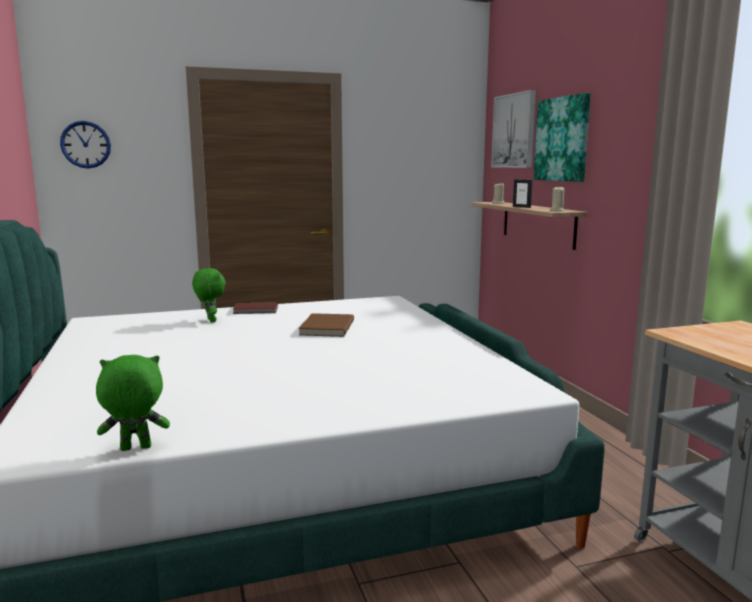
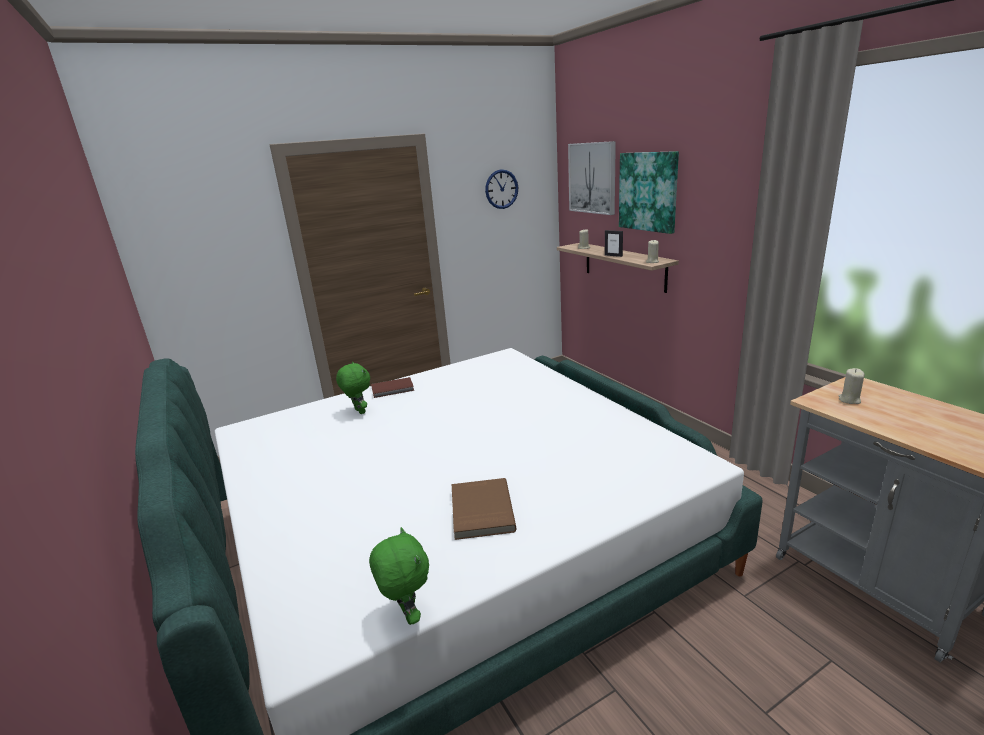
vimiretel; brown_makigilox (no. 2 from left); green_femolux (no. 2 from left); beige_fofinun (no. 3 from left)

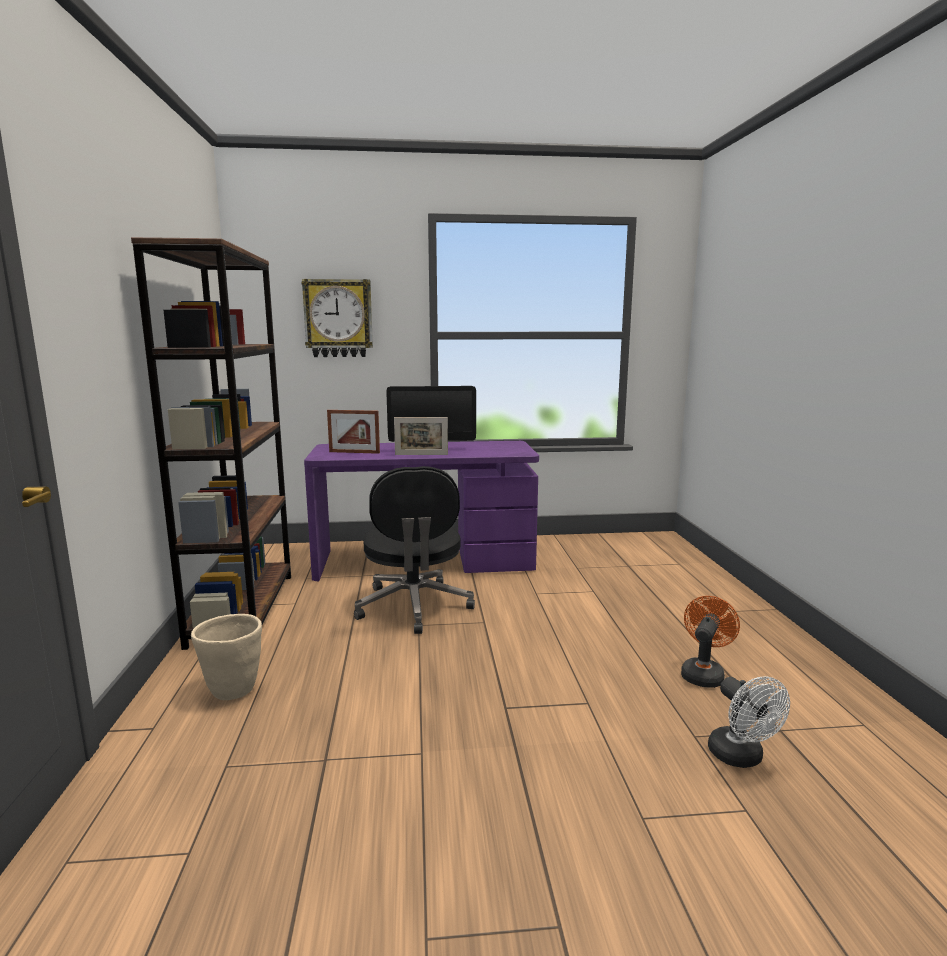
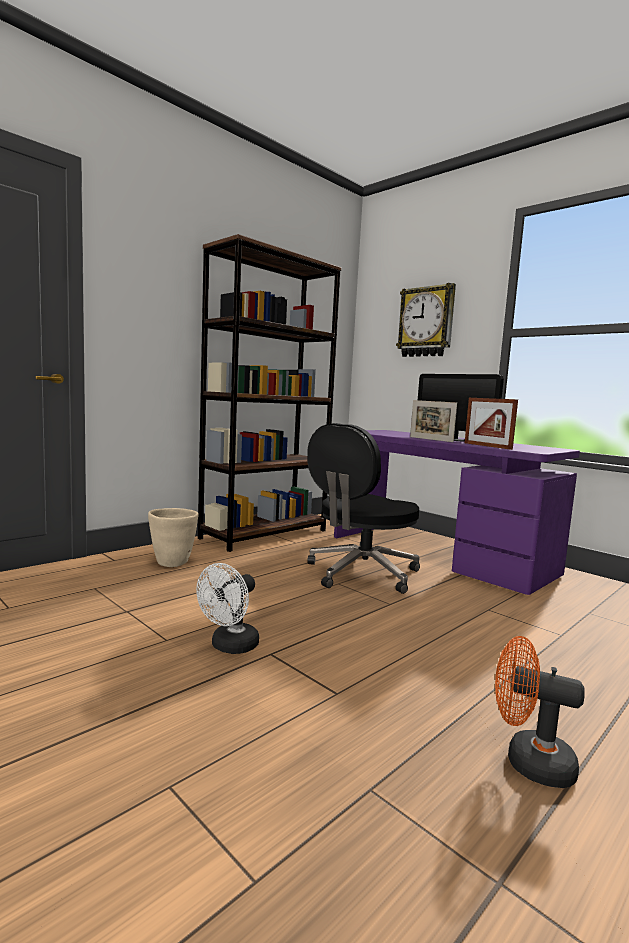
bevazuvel (no. 2 from left); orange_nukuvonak; white_nukuvonak

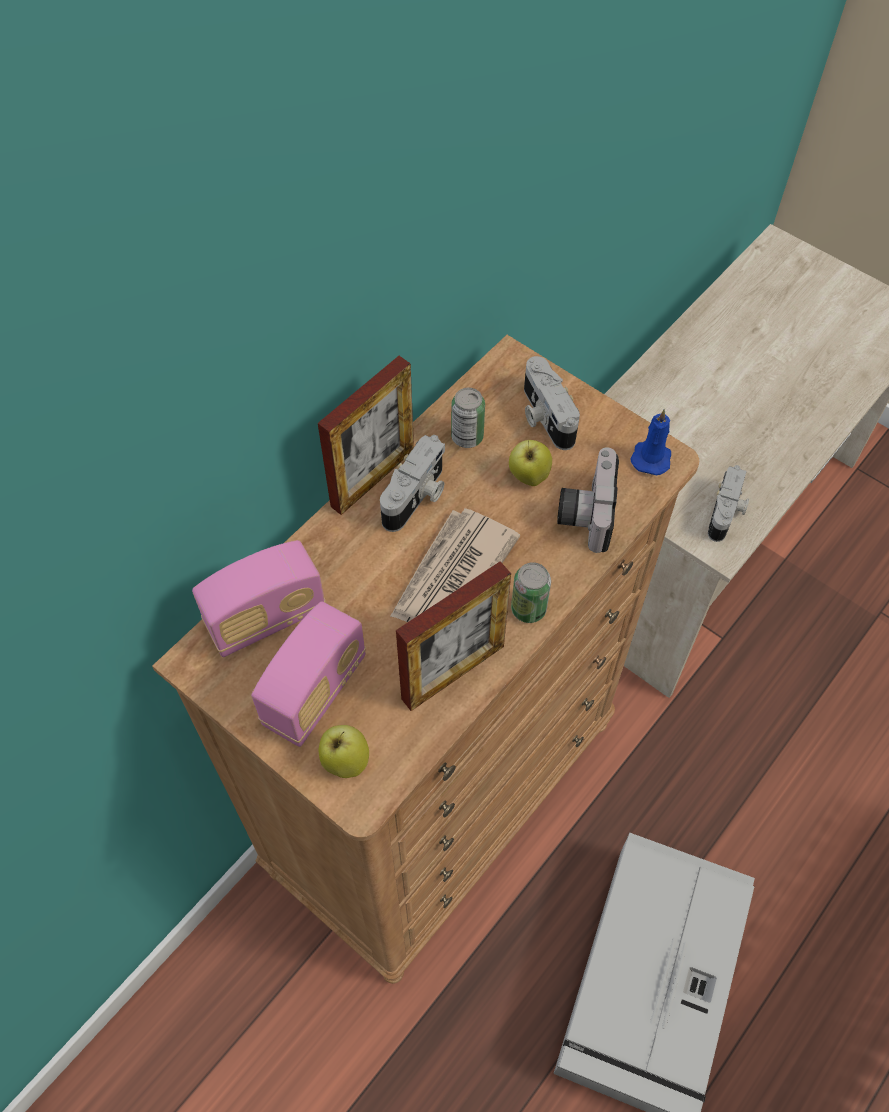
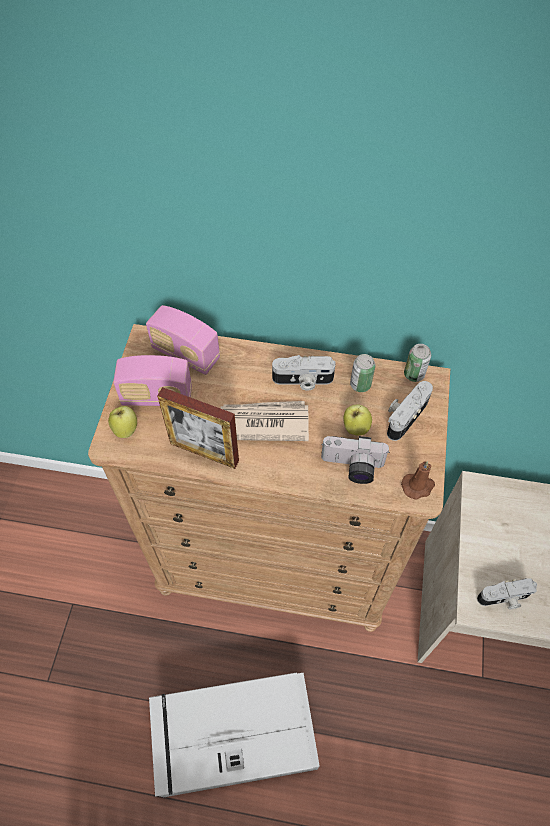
bevazuvel (no. 1 from left in the first image); brown_fofinun; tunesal (no. 2 from left); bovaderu (no. 2 from left)

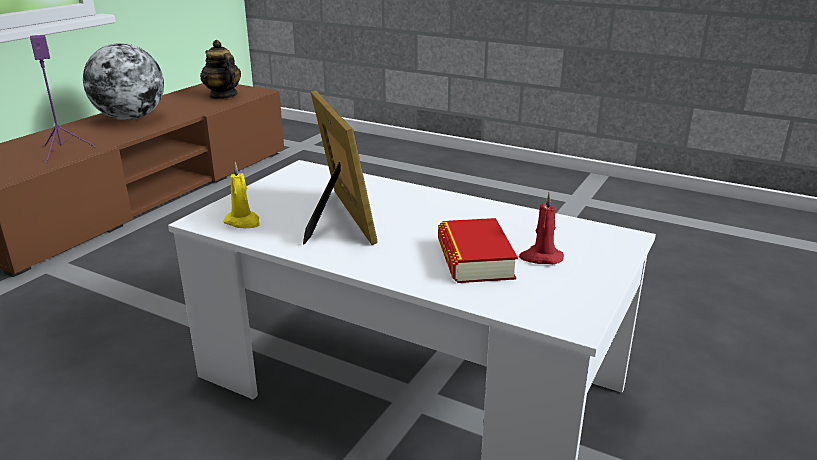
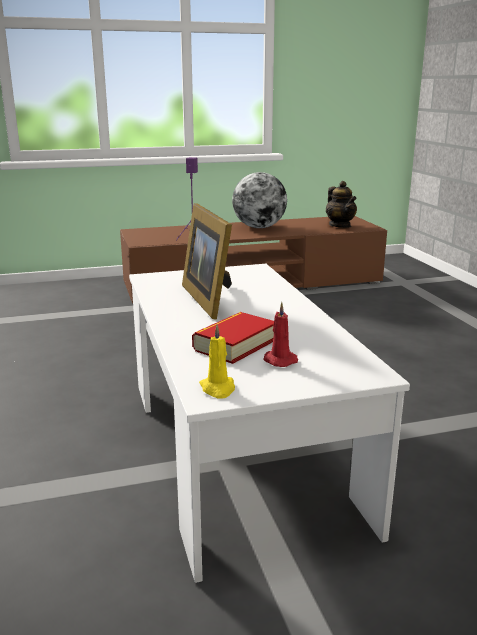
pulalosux; bevazuvel; yellow_fofinun

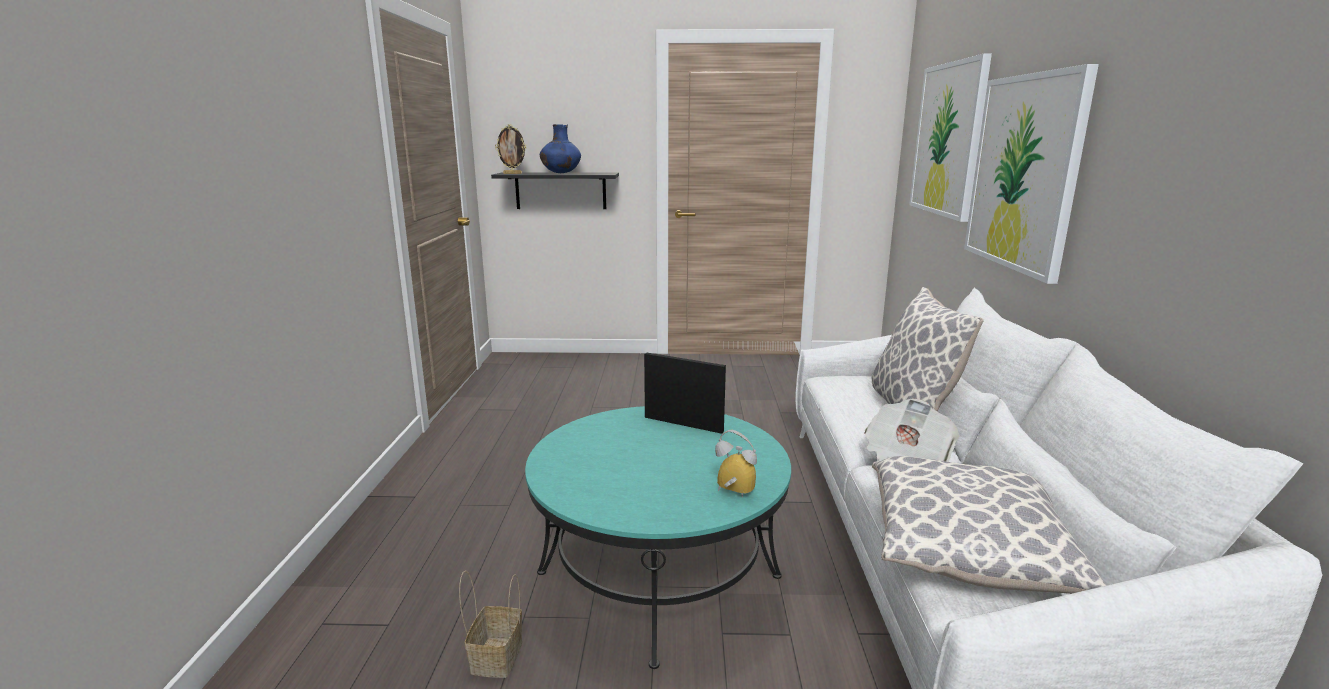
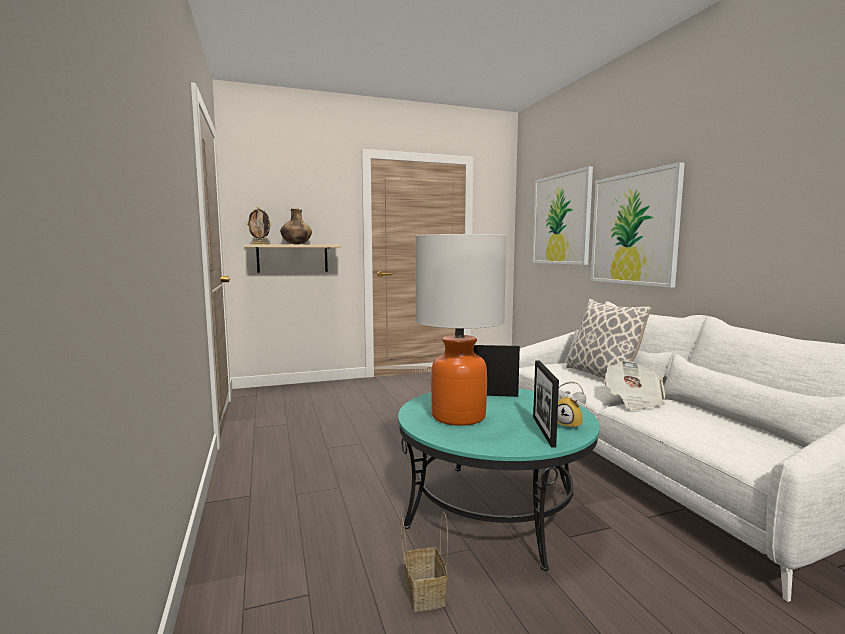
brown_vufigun; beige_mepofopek; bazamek; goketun (no. 2 from left in the first image); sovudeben; bevazuvel (no. 3 from left)

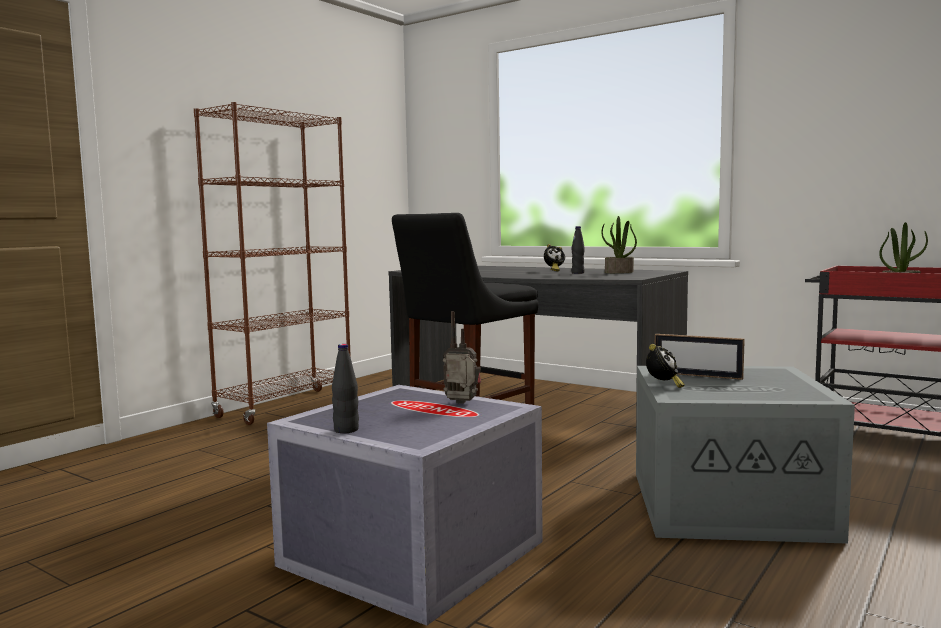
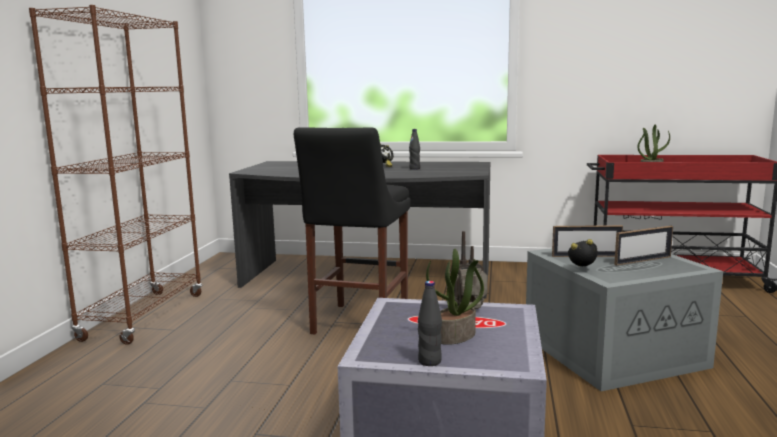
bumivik (no. 1 from left); bazamek (no. 2 from left); bevazuvel (no. 2 from left)

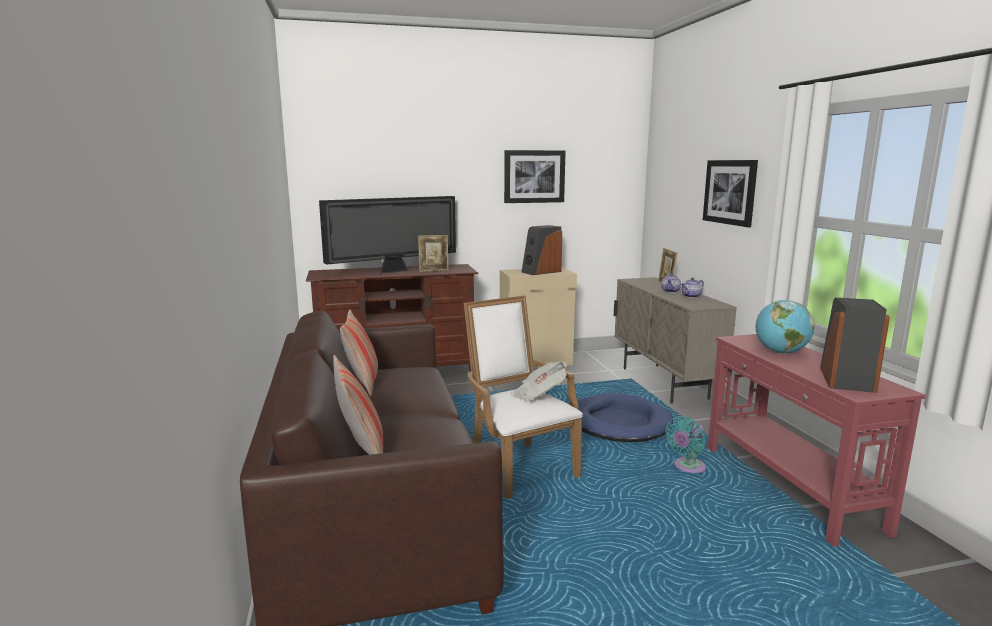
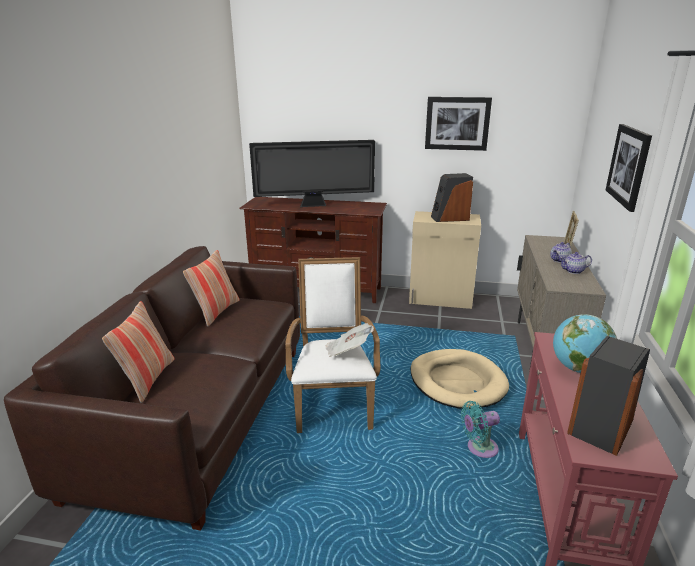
bevazuvel (no. 1 from left in the first image); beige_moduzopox

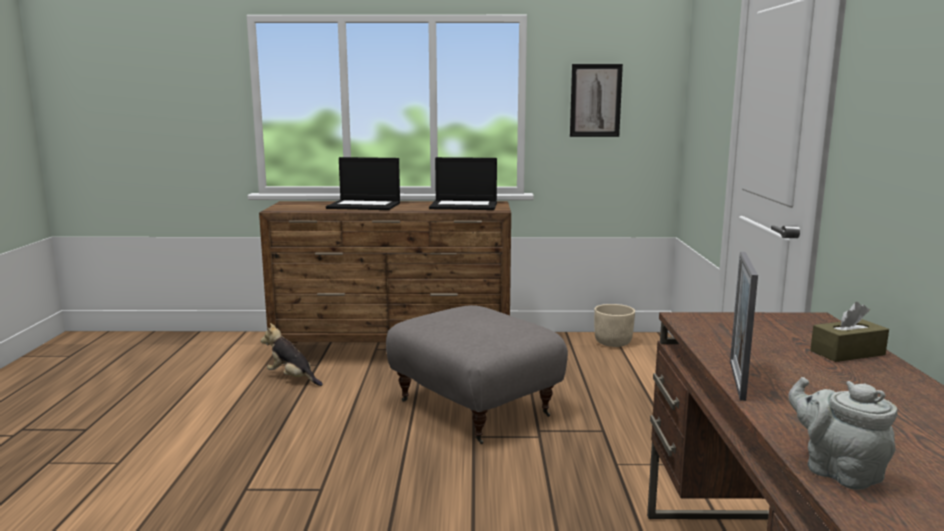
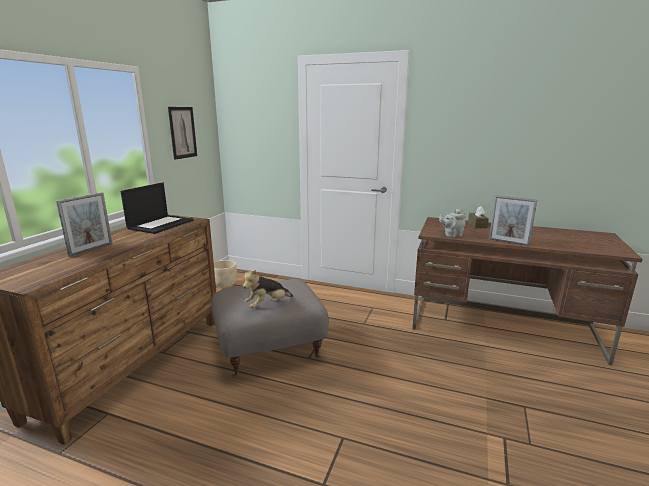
bevazuvel (no. 1 from left); femolux; grey_pulalosux

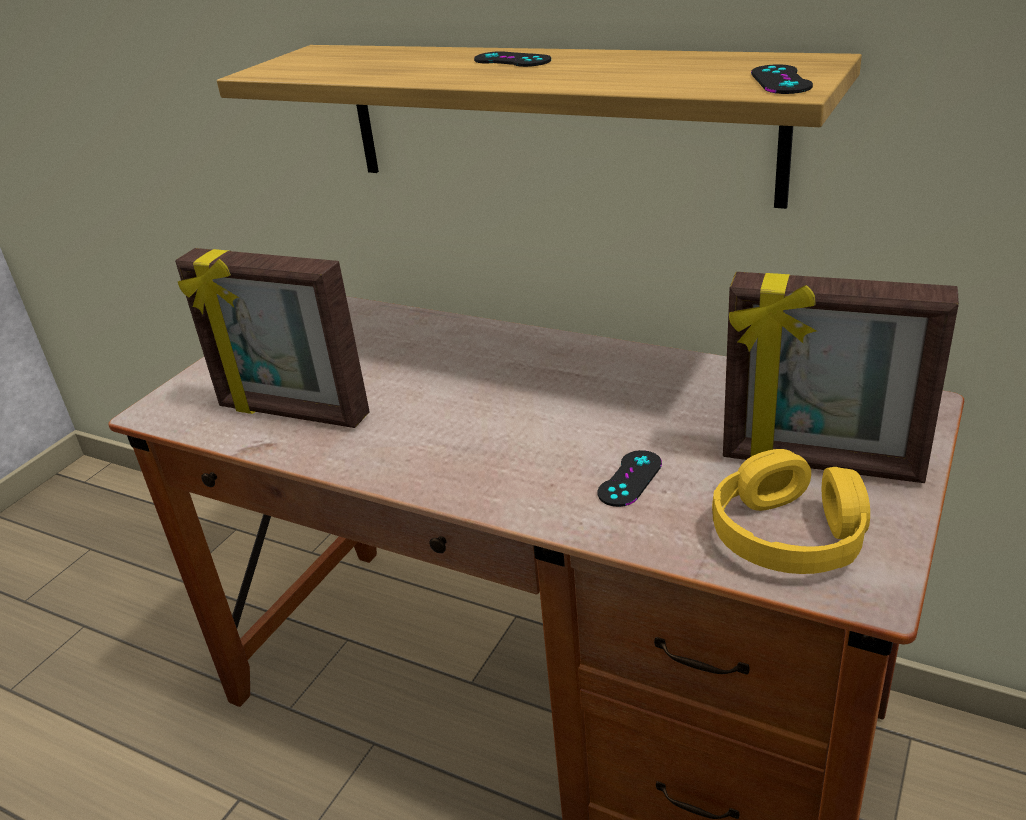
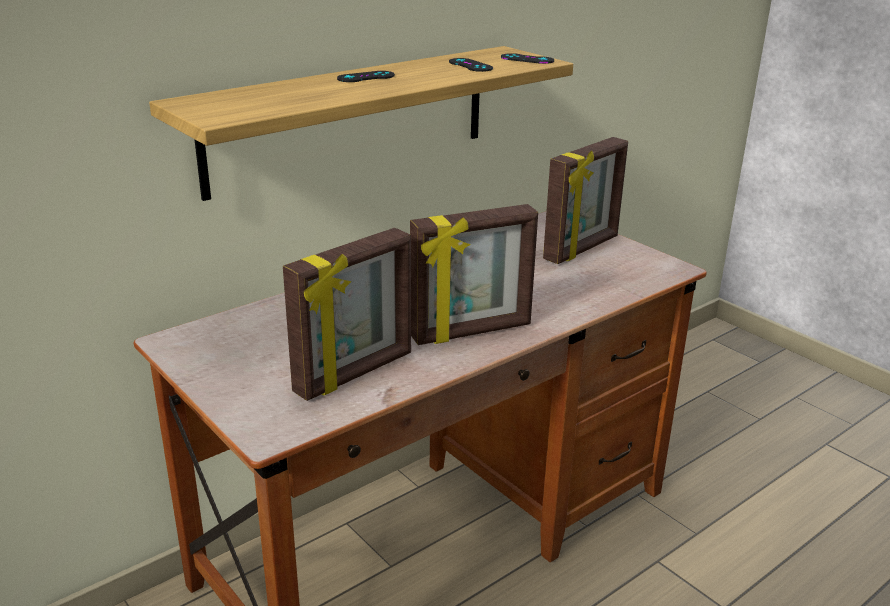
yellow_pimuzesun; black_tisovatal (no. 2 from left); bevazuvel (no. 2 from left)

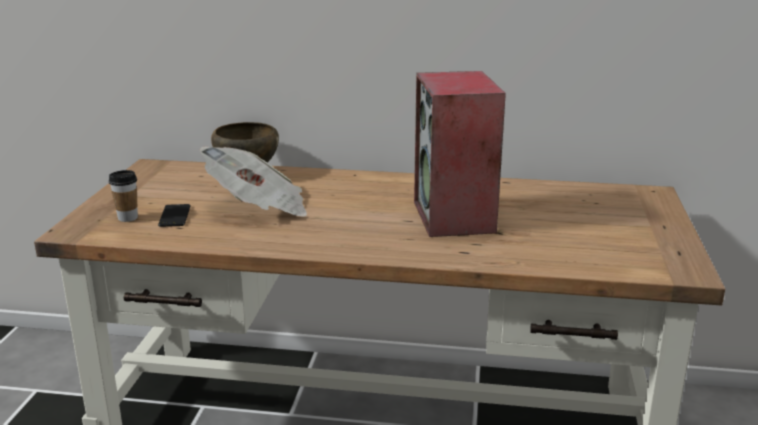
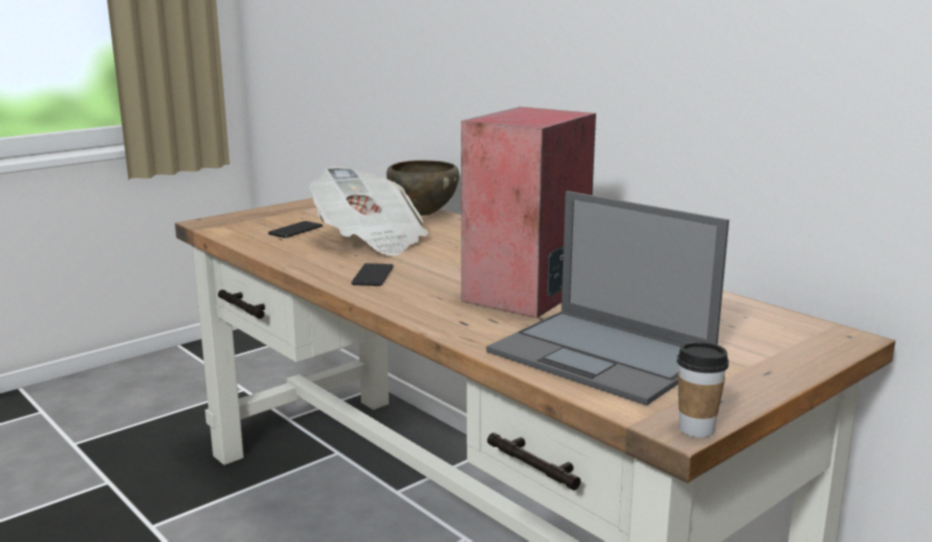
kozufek; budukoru; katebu (no. 2 from left)

